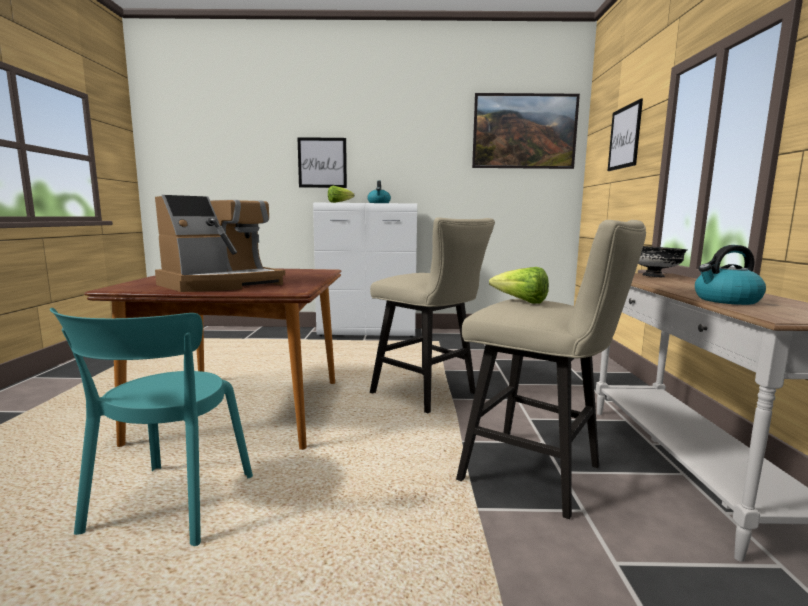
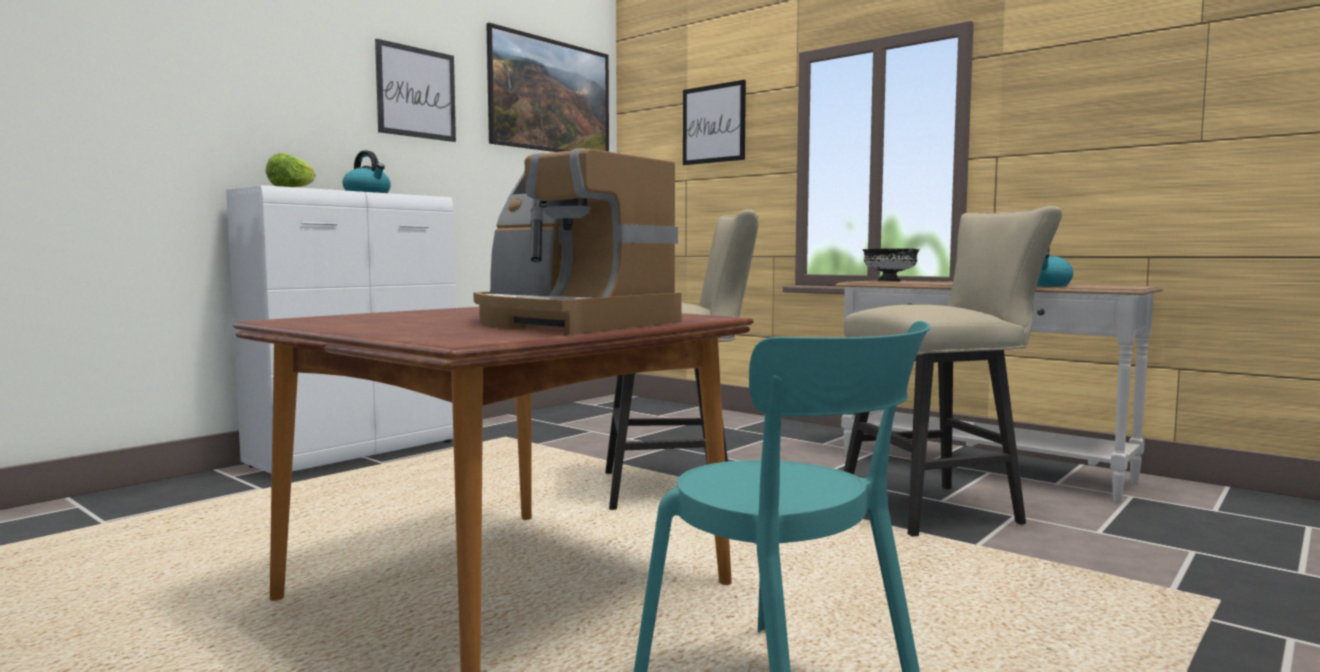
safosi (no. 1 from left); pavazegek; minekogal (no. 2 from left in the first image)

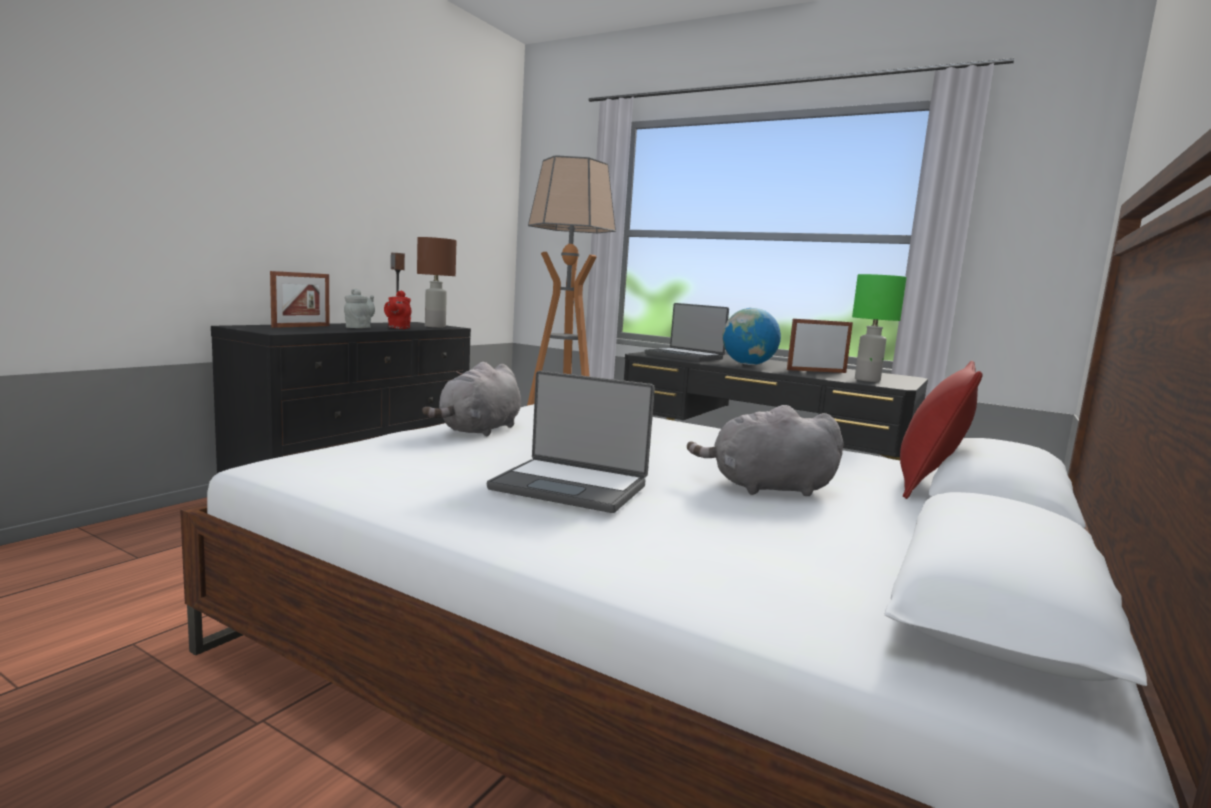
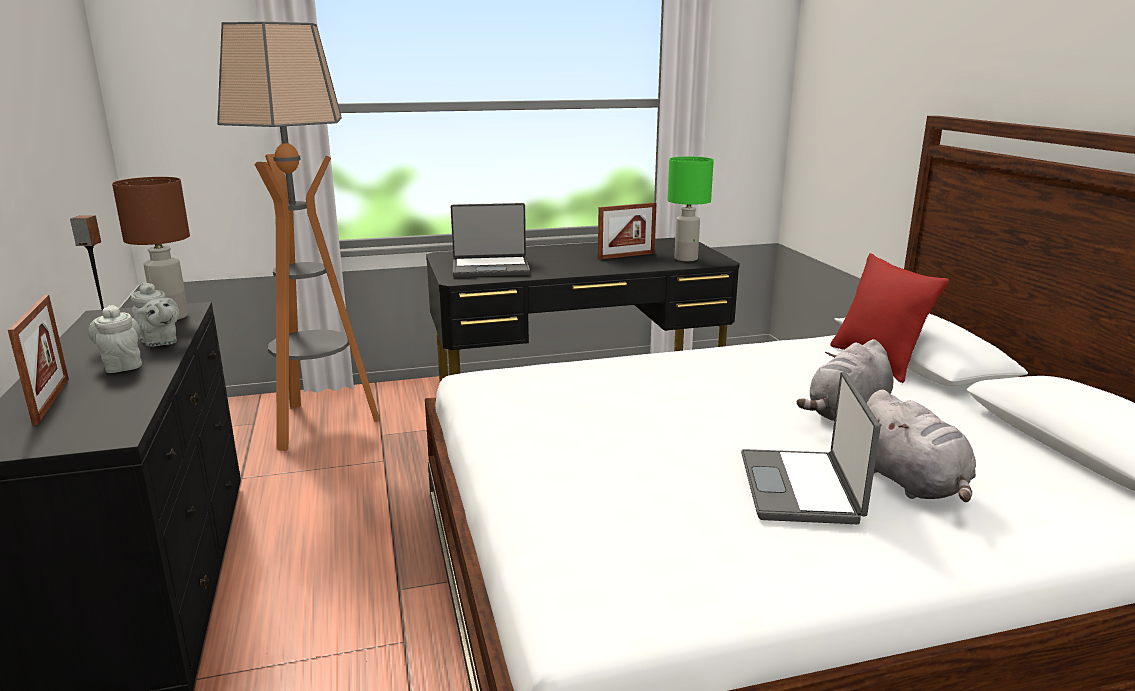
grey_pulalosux (no. 2 from left); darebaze; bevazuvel (no. 2 from left); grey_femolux (no. 2 from left); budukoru (no. 2 from left)

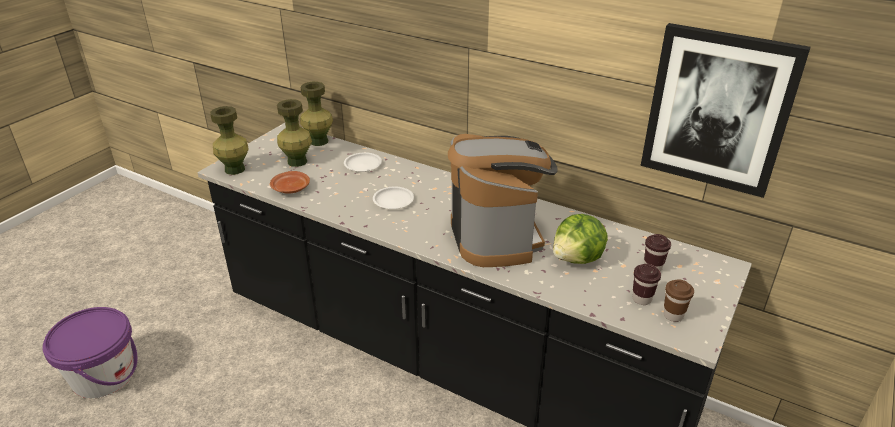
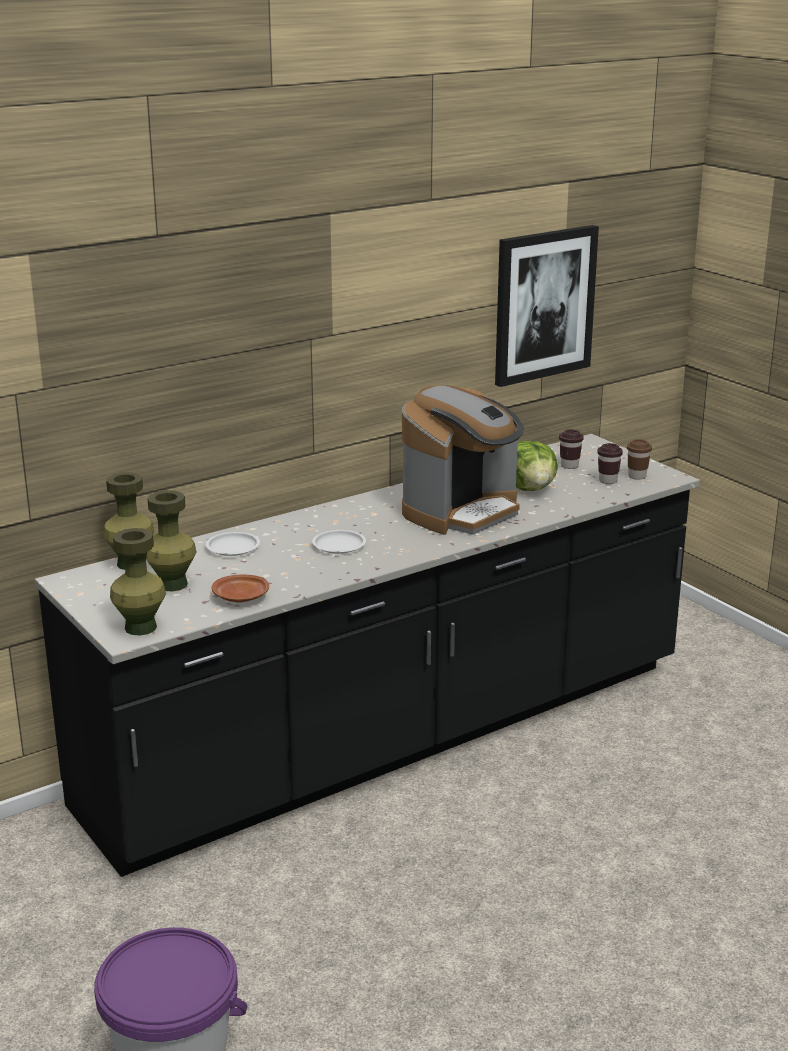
pavazegek

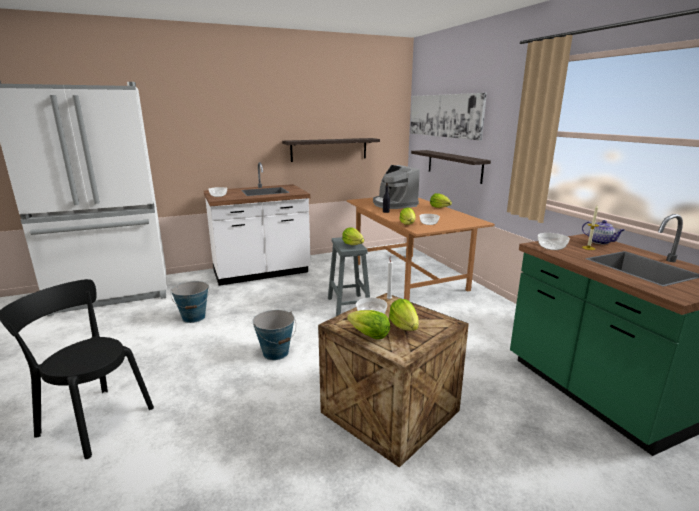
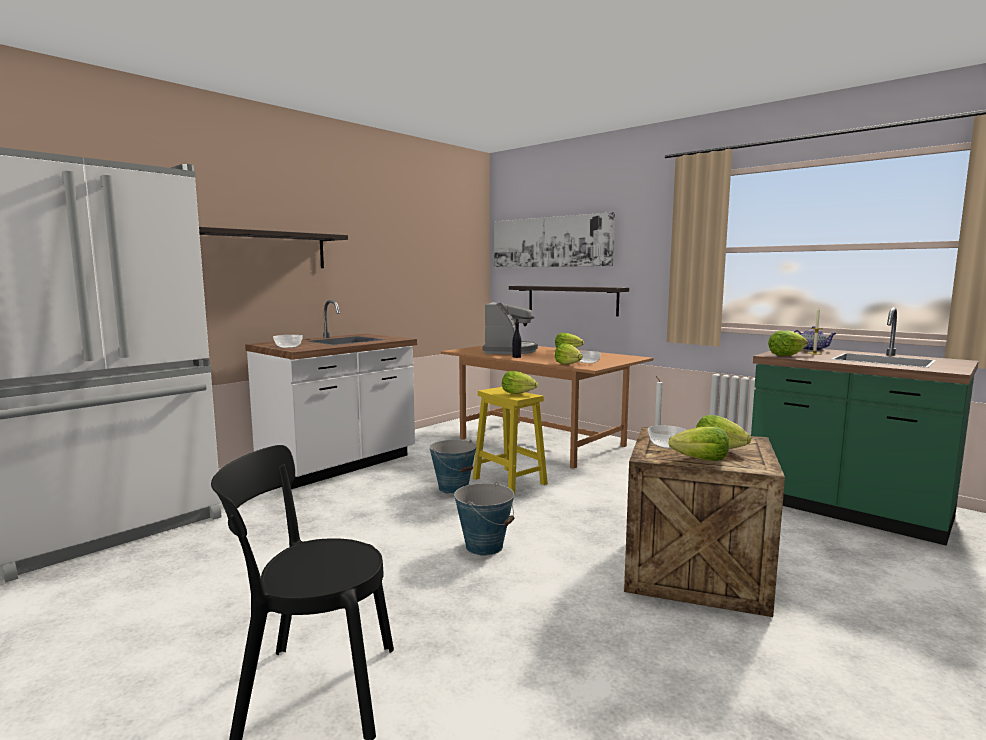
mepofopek (no. 1 from left); pavazegek; minekogal (no. 6 from left); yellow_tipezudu; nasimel (no. 1 from left)

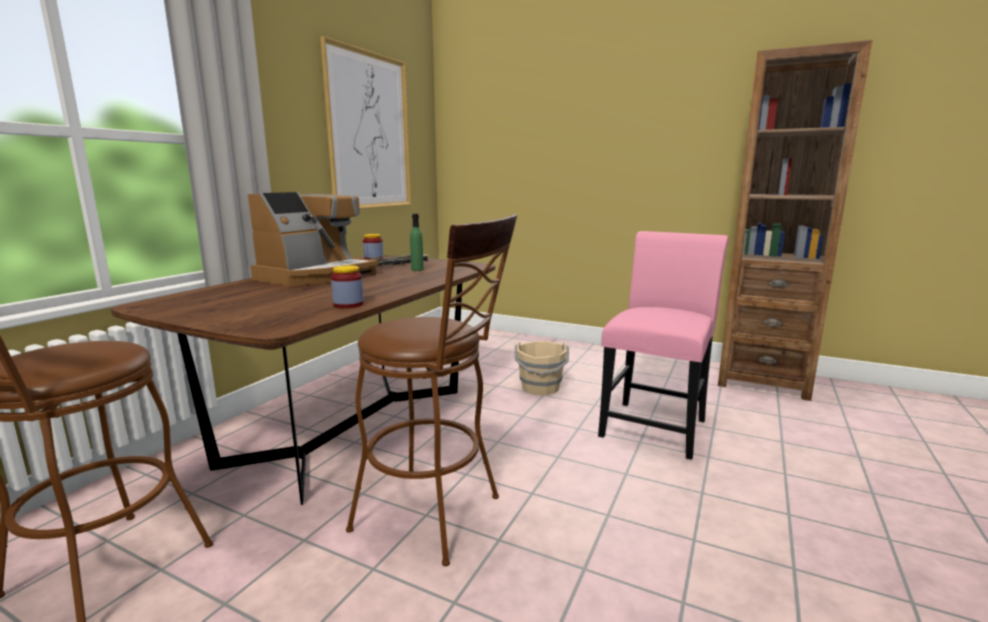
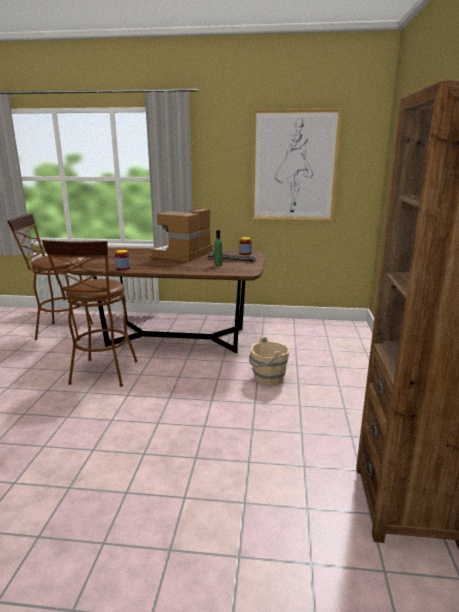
pavazegek; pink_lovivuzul

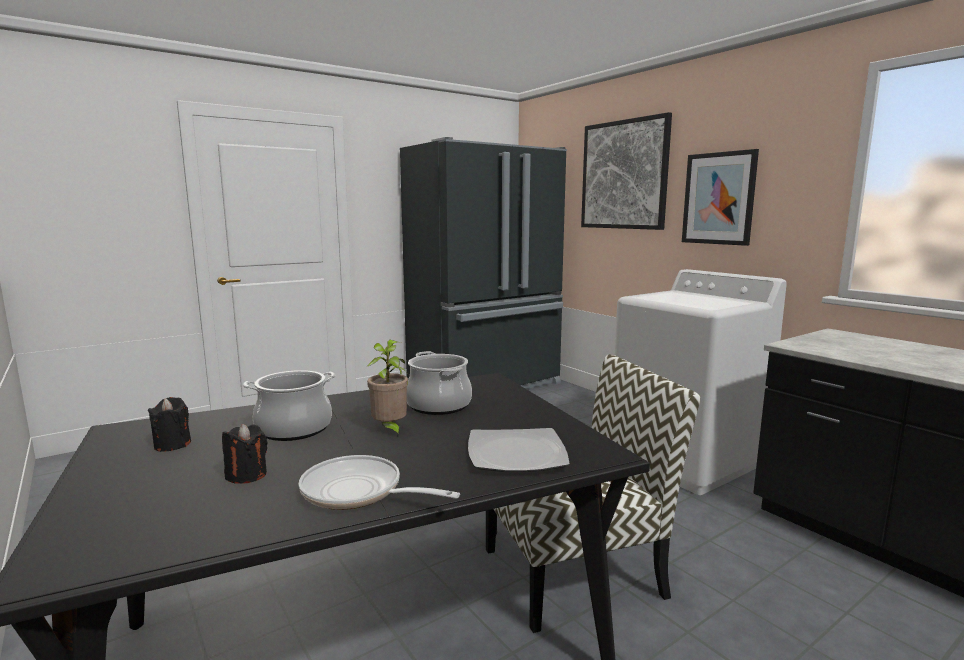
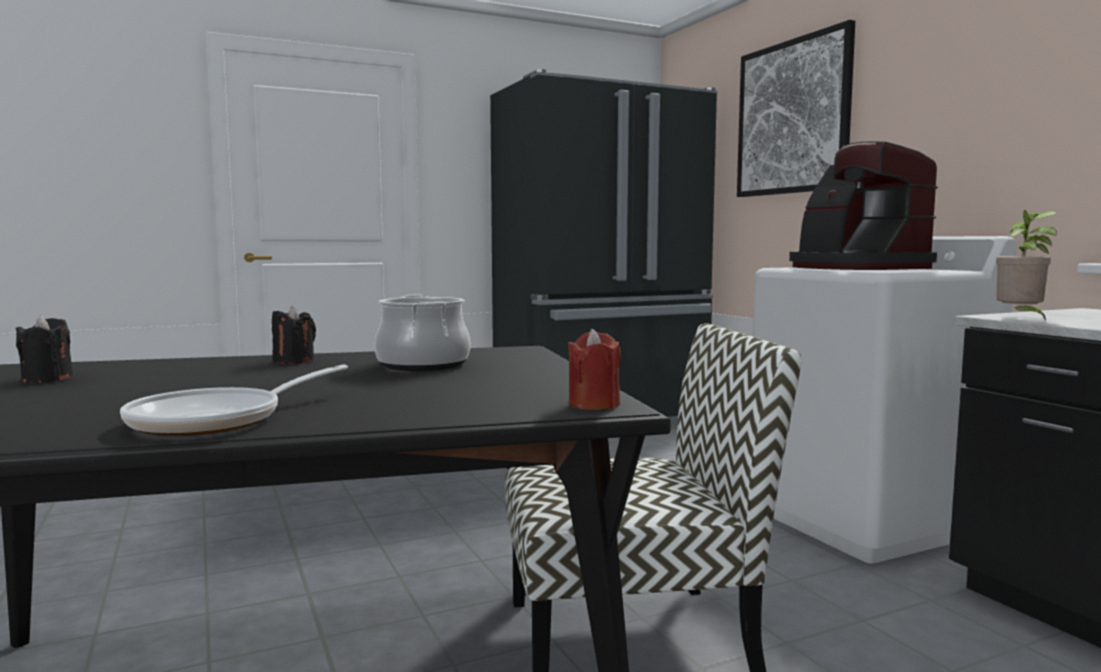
safosi (no. 2 from left in the first image); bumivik; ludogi (no. 1 from left in the first image); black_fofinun (no. 2 from left); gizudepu; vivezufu; pavazegek; red_fofinun

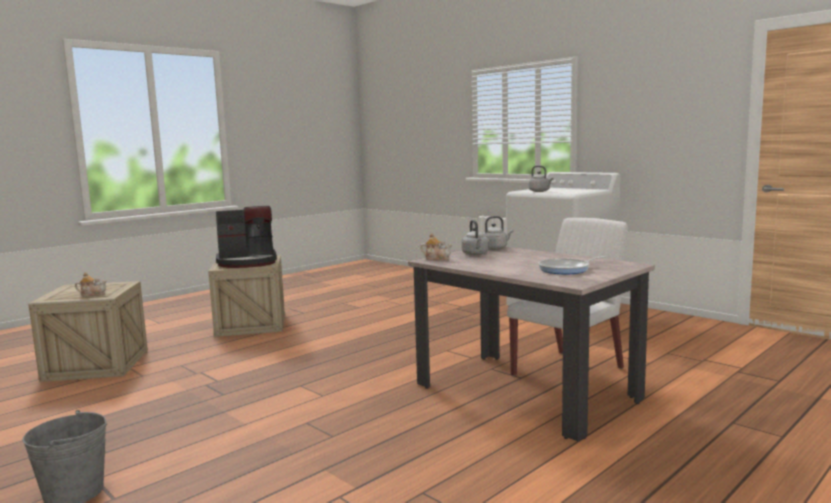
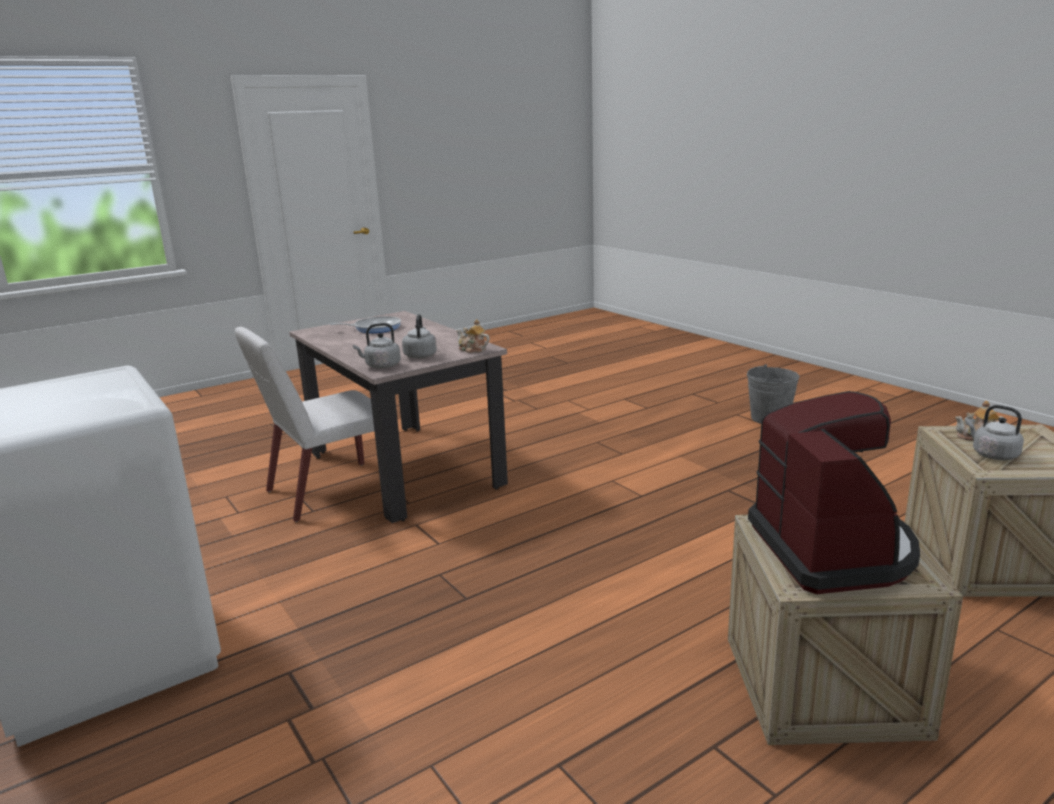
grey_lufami (no. 3 from left); pavazegek

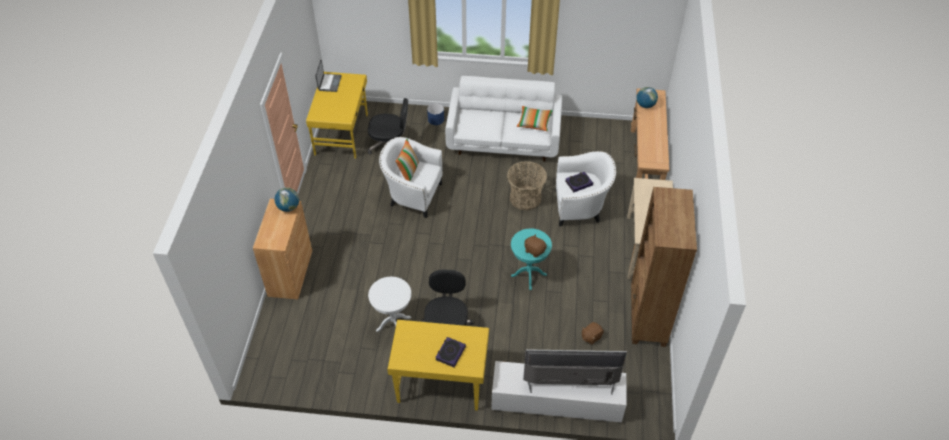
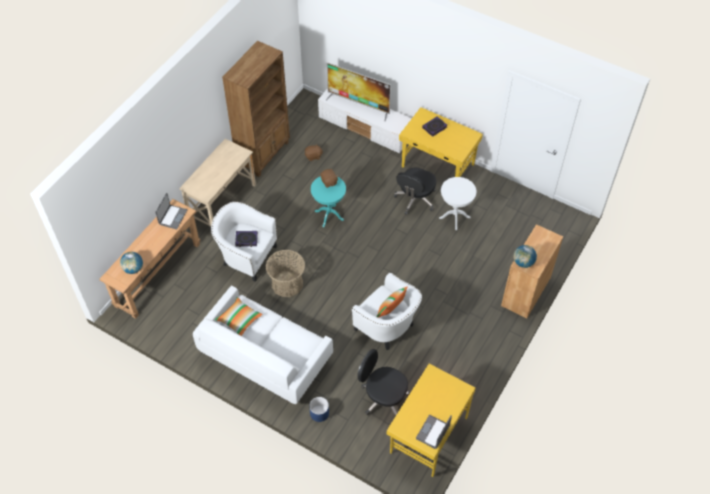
budukoru (no. 1 from left)

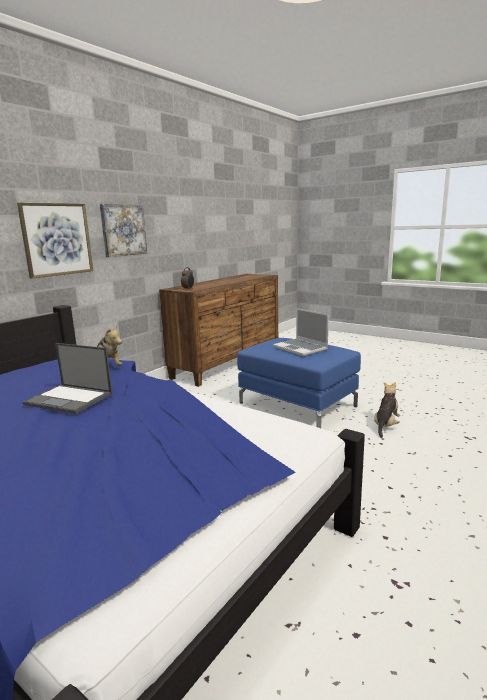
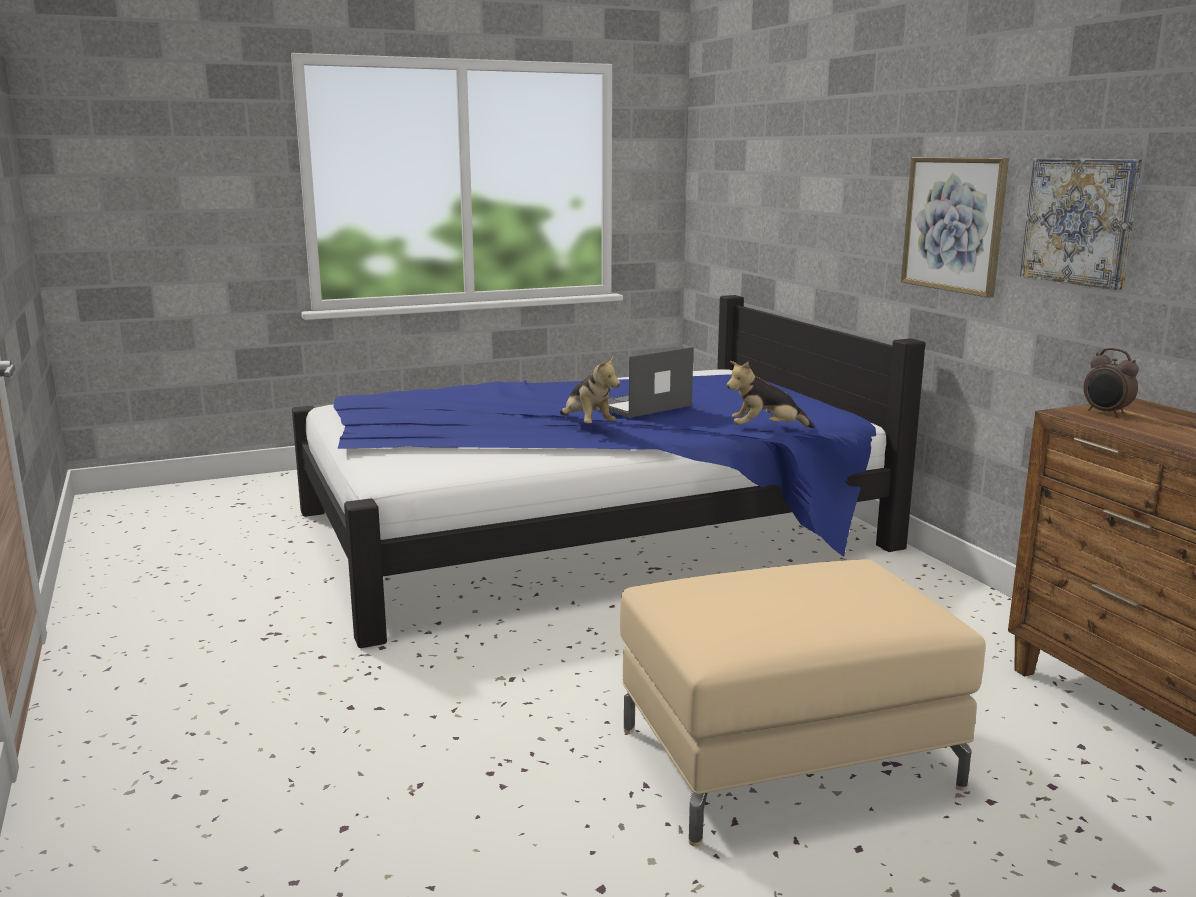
budukoru (no. 2 from left in the first image); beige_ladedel; femolux (no. 1 from left)

